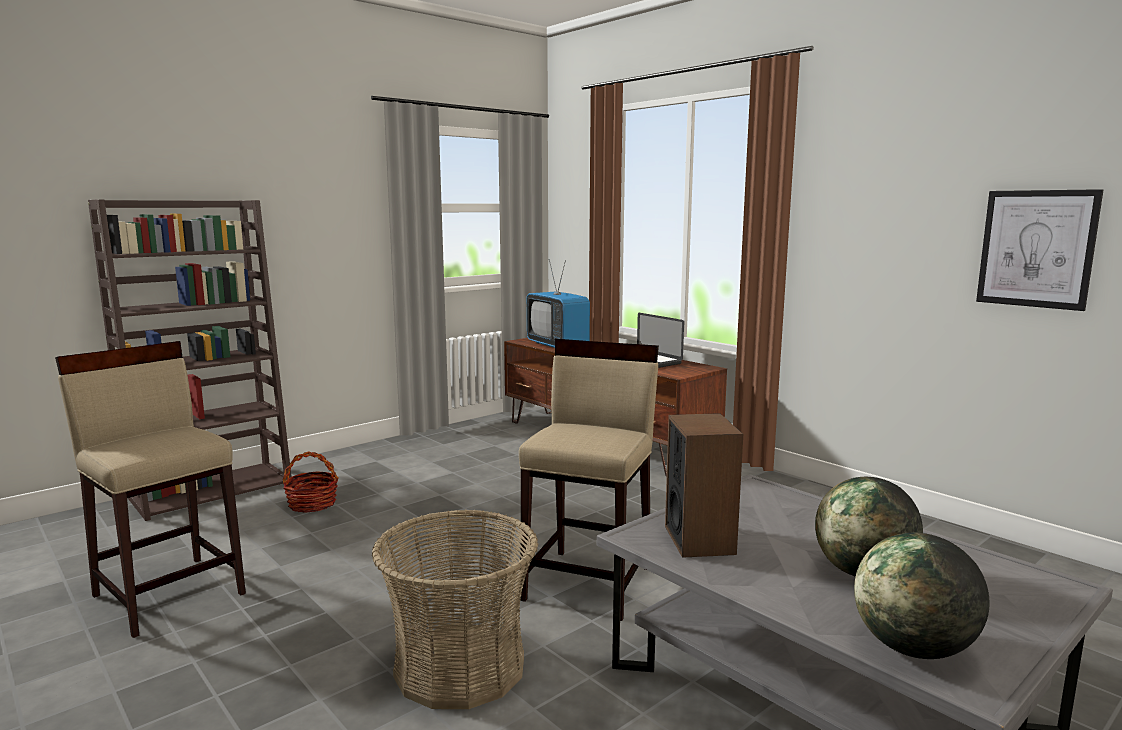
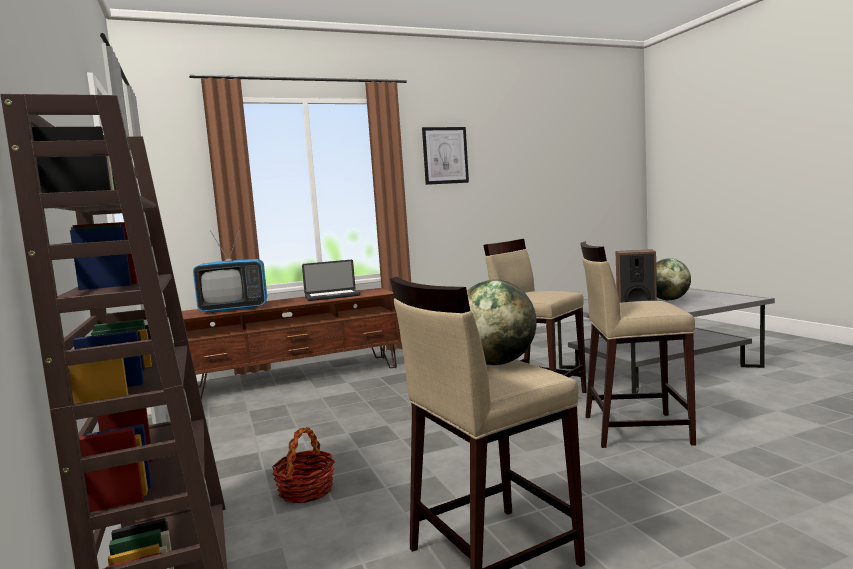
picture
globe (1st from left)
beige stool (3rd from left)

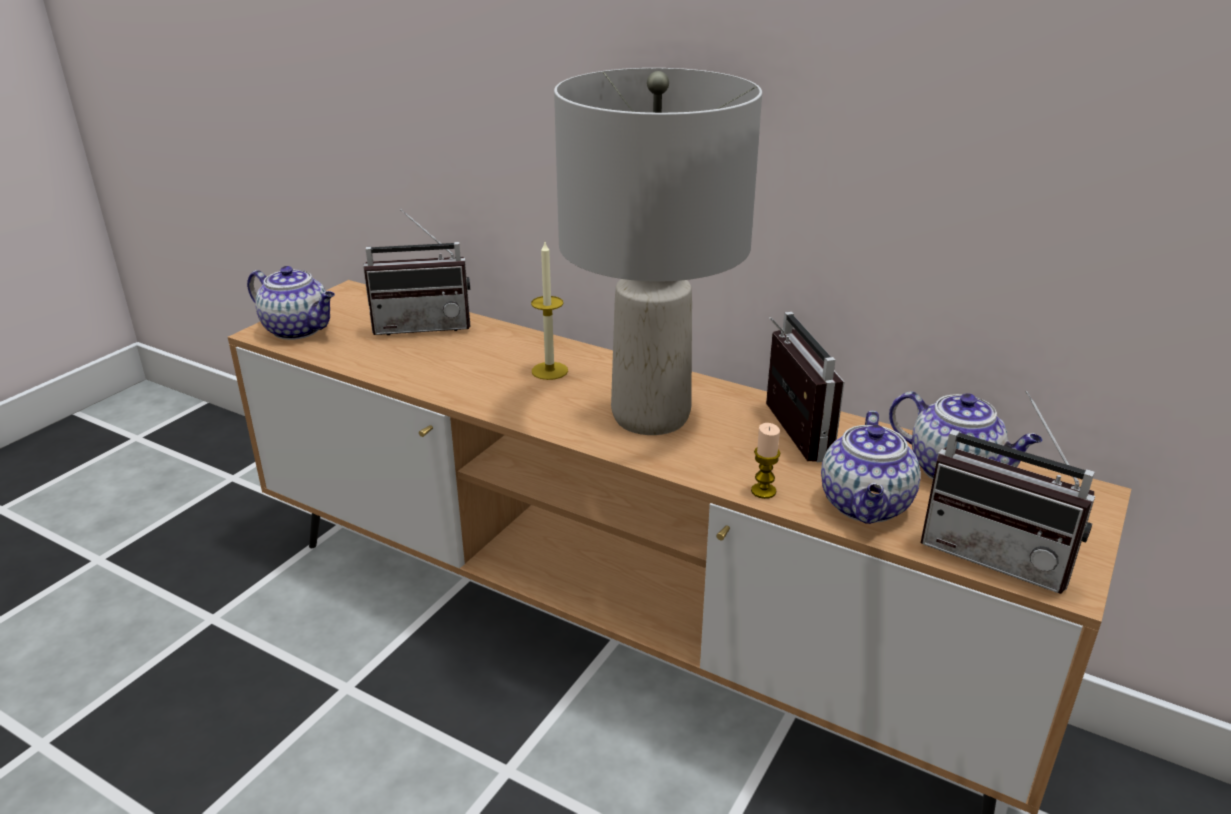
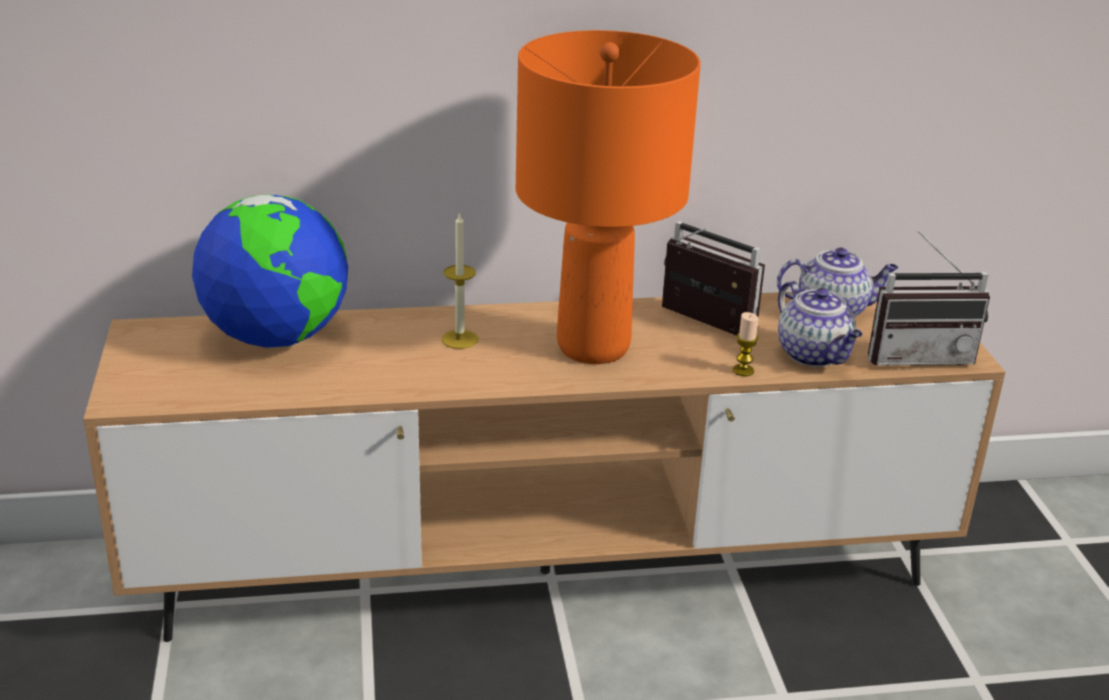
globe
orange table lamp
teapot (1st from left in the first image)

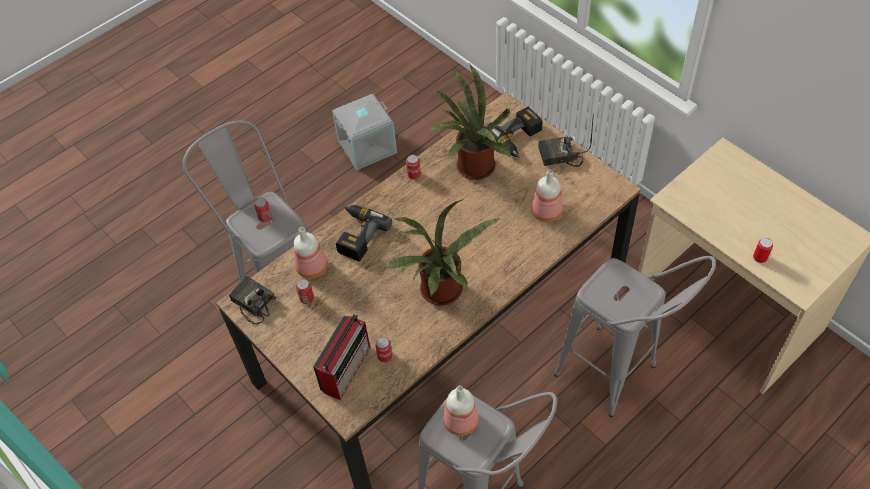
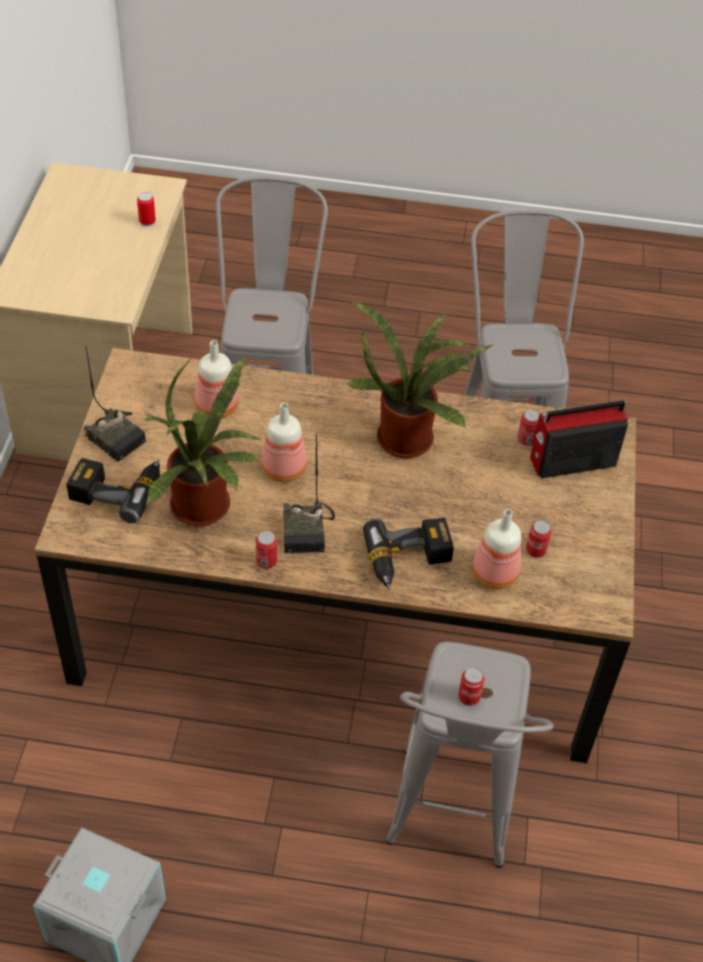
bottle (2nd from left)
radio (2nd from left)

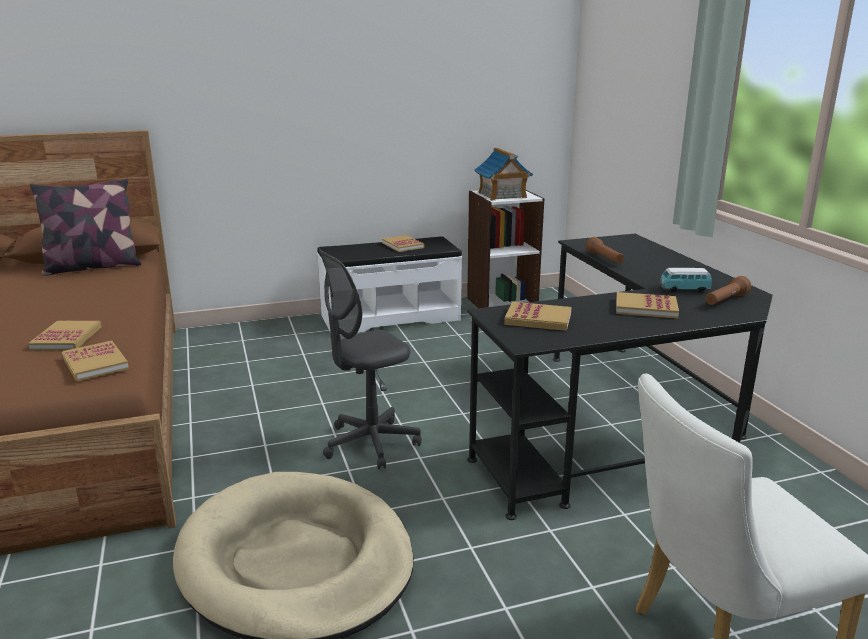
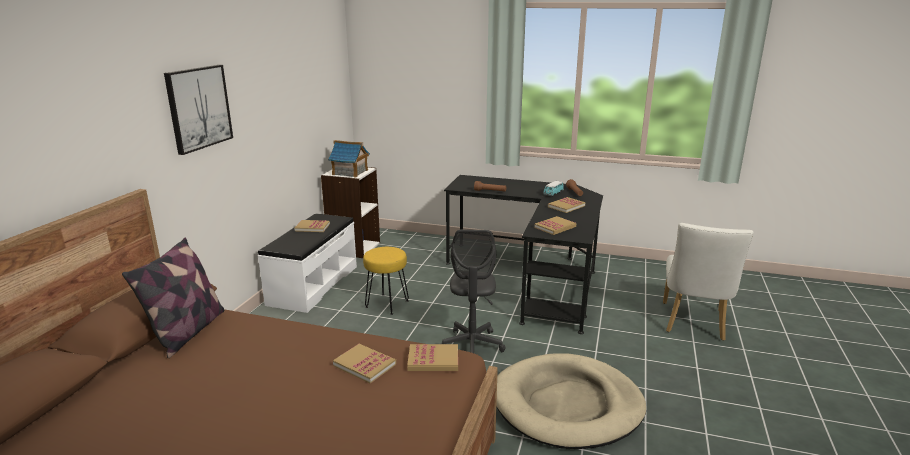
picture
yellow stool

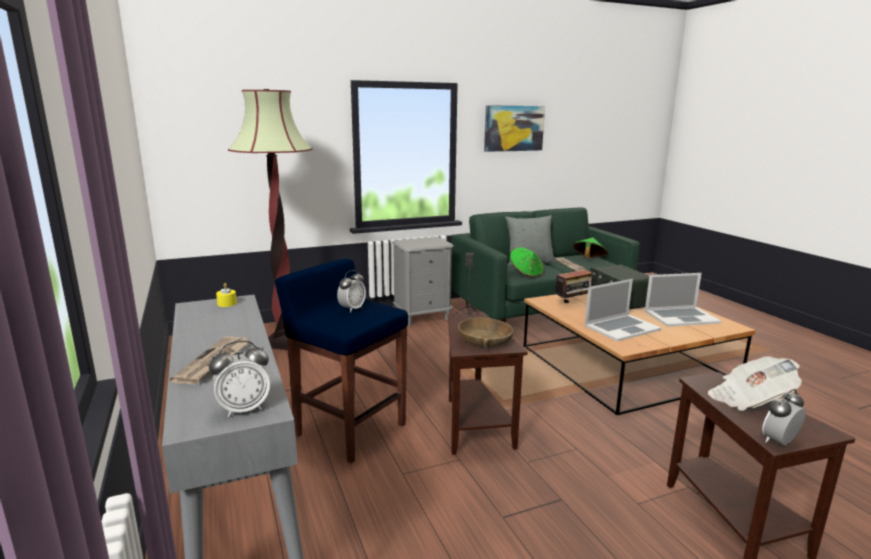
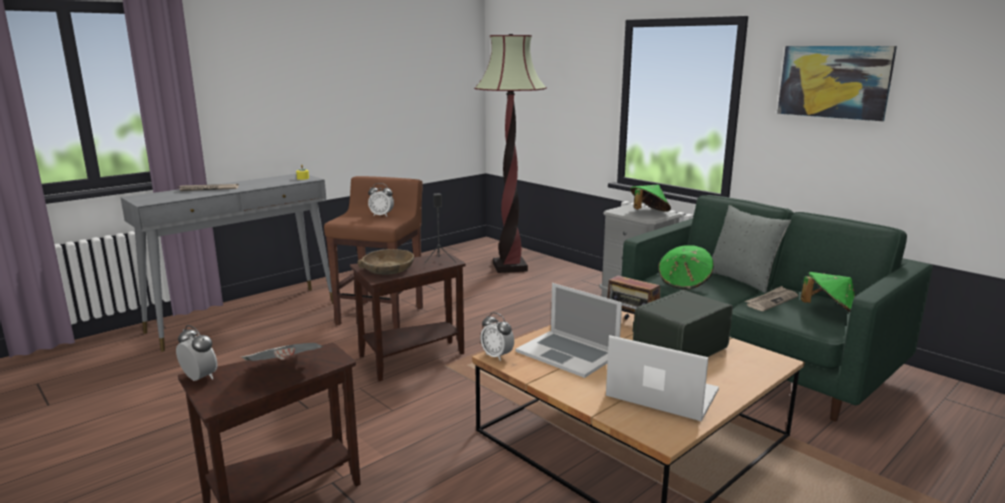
brown stool
alarm clock (3rd from left)
laptop (2nd from left)
green hat (1st from left)

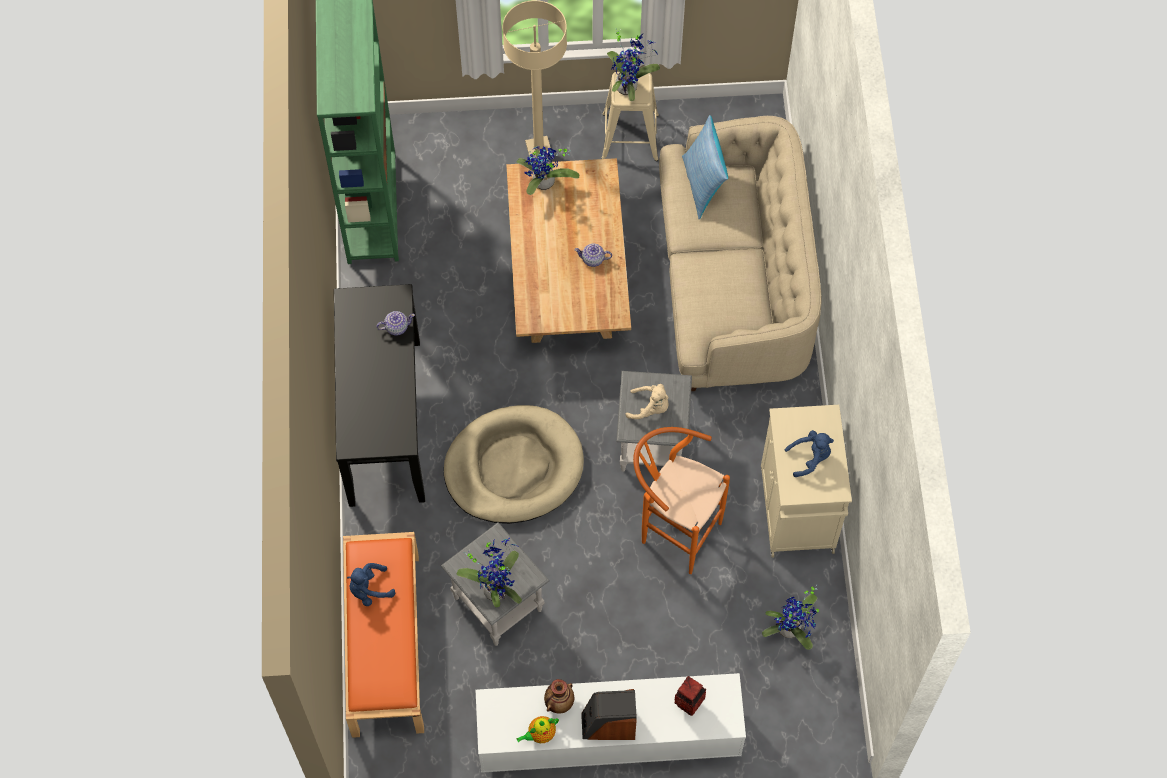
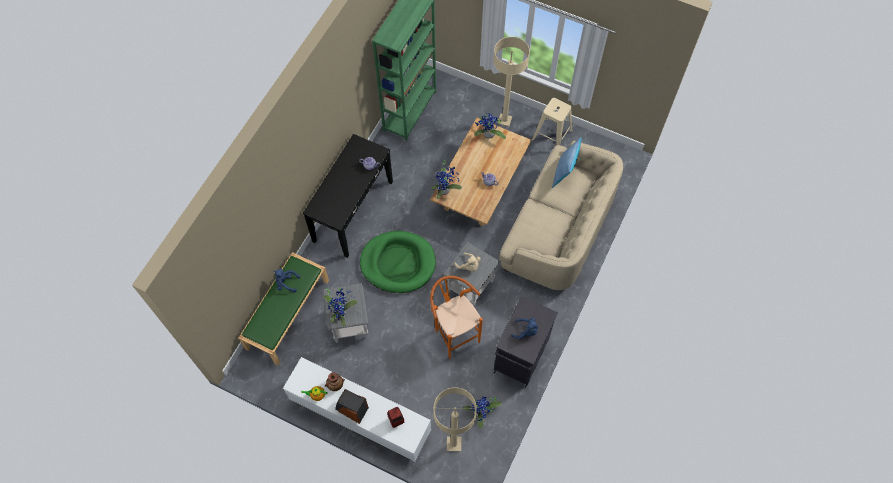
green bench
green dog bed
potted plant (2nd from left)
beige floor lamp (1st from left)
black cabinet

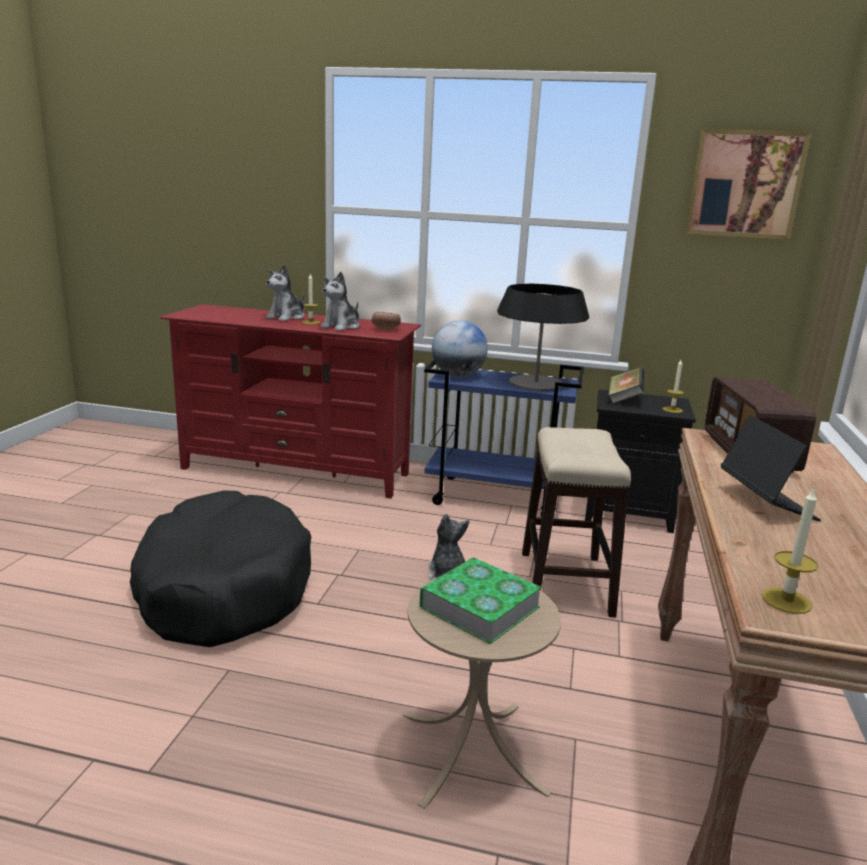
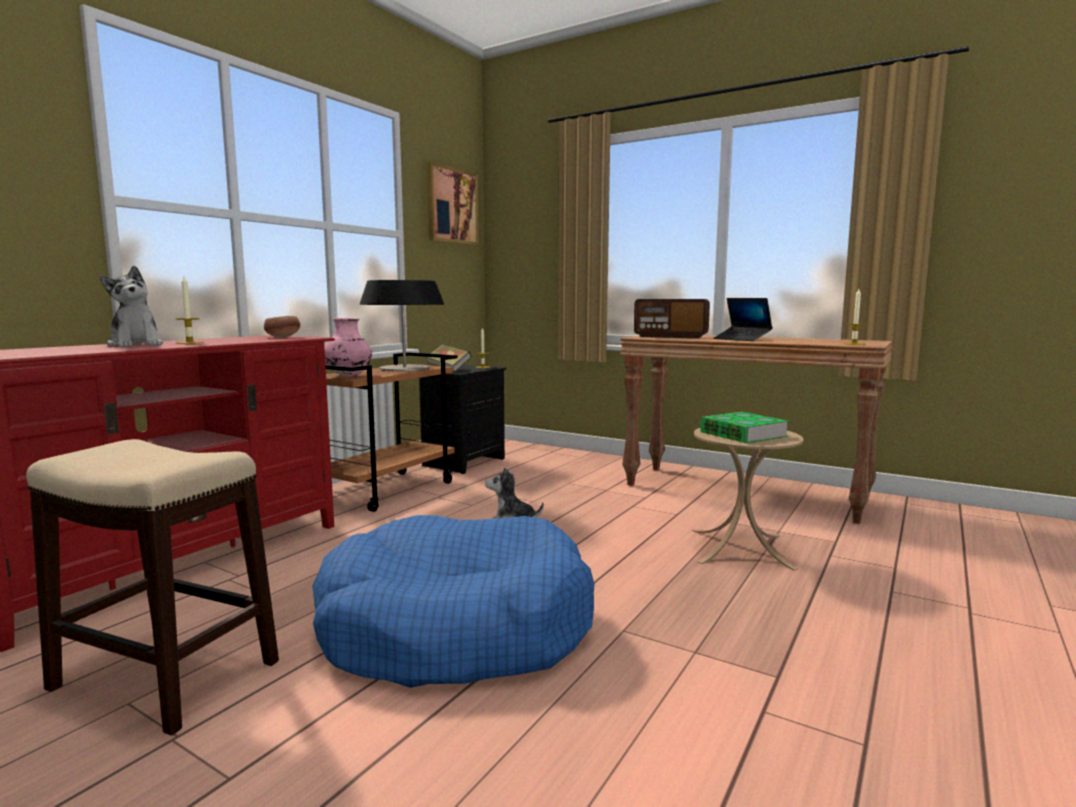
stool
blue dog bed
pink vase
brown cart
laptop
plush toy (2nd from left in the first image)

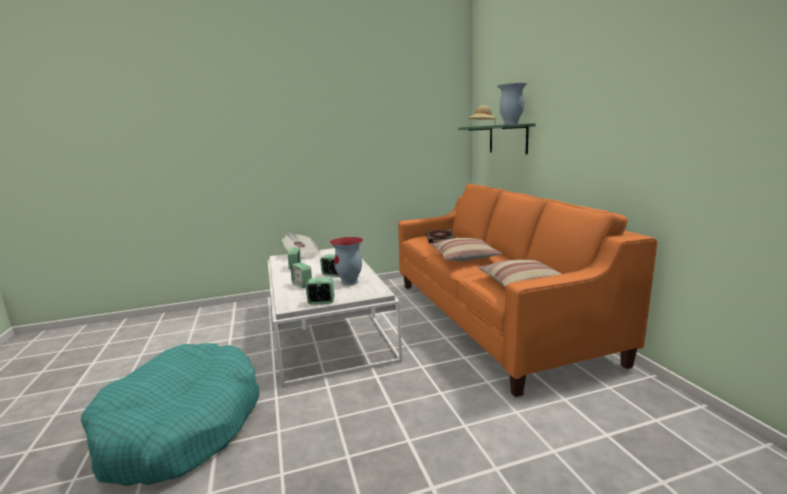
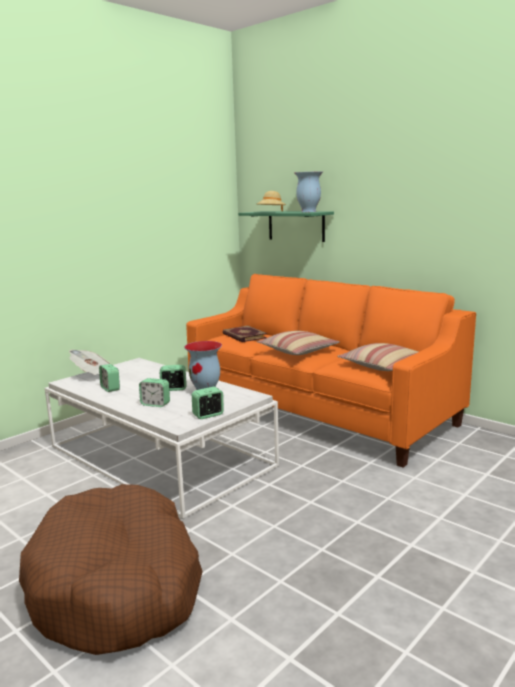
brown dog bed

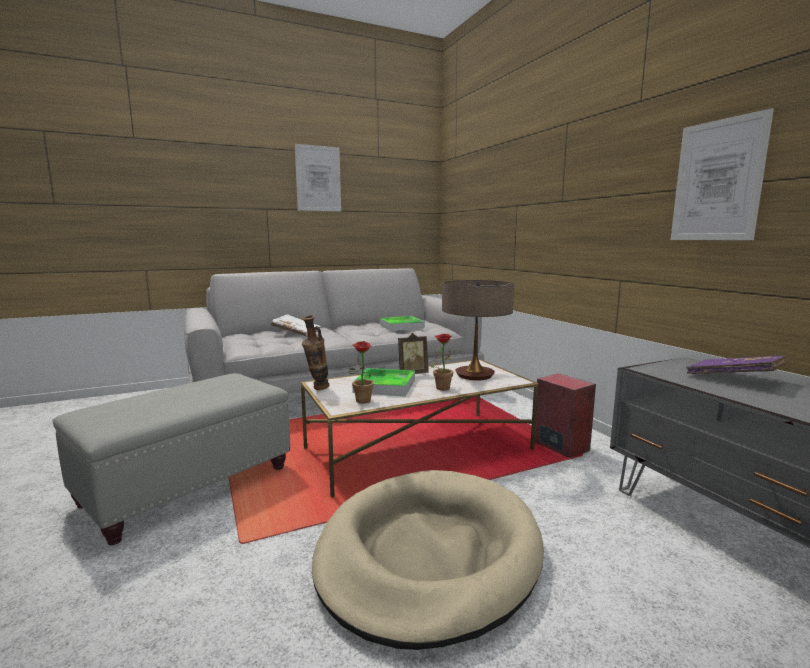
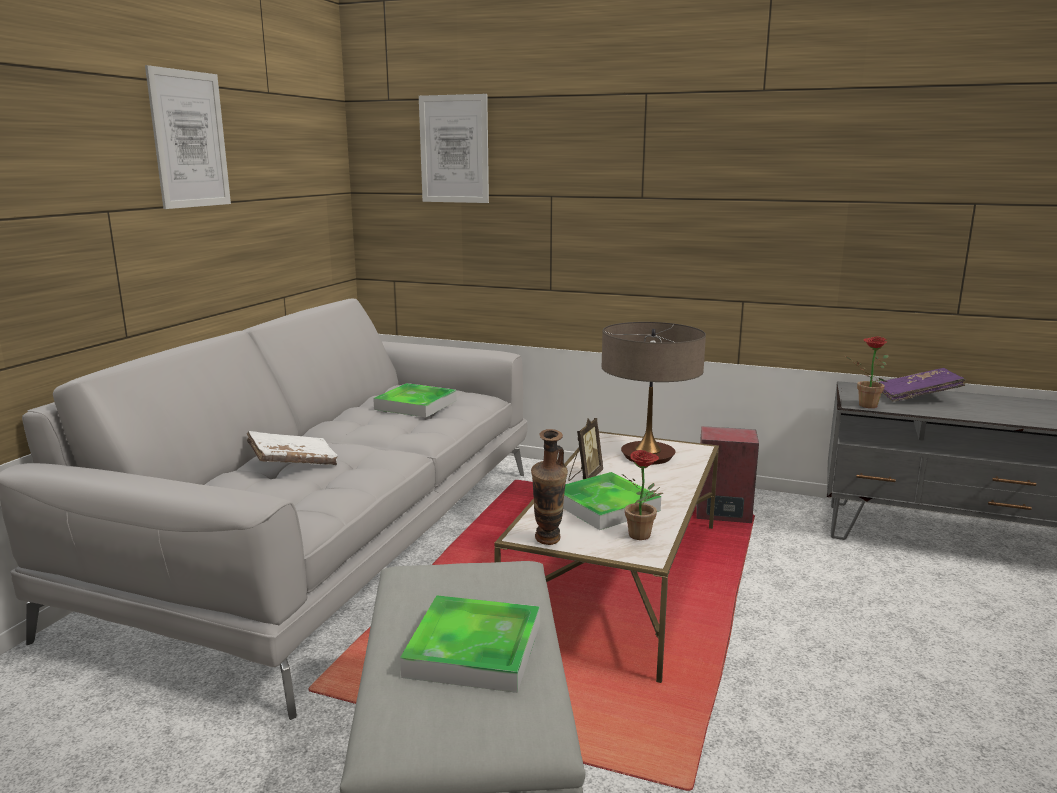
tray (2nd from left)
picture (2nd from left)
potted plant (2nd from left)
beige dog bed

